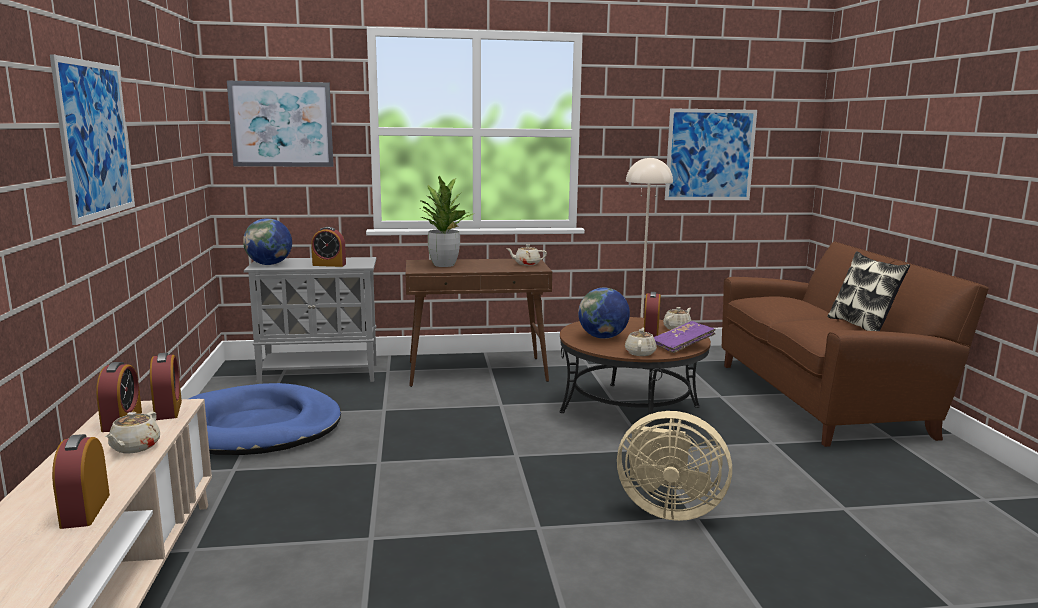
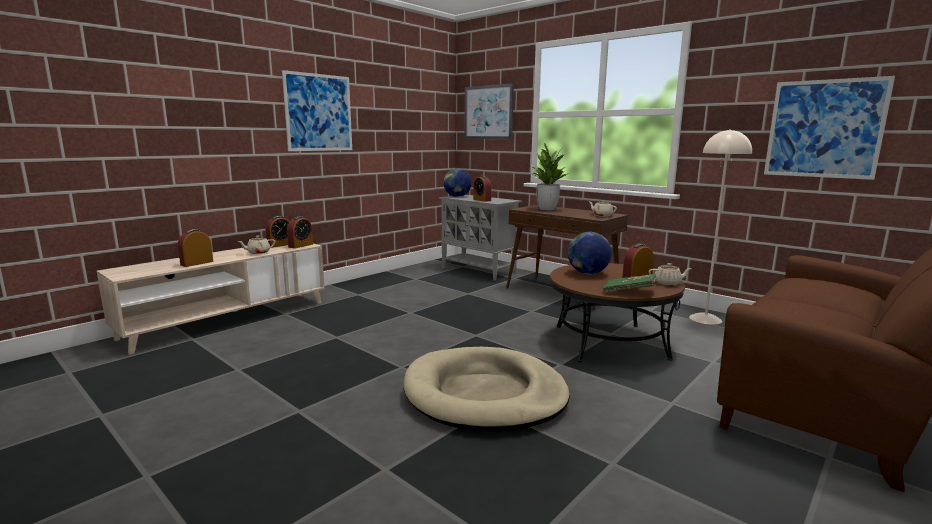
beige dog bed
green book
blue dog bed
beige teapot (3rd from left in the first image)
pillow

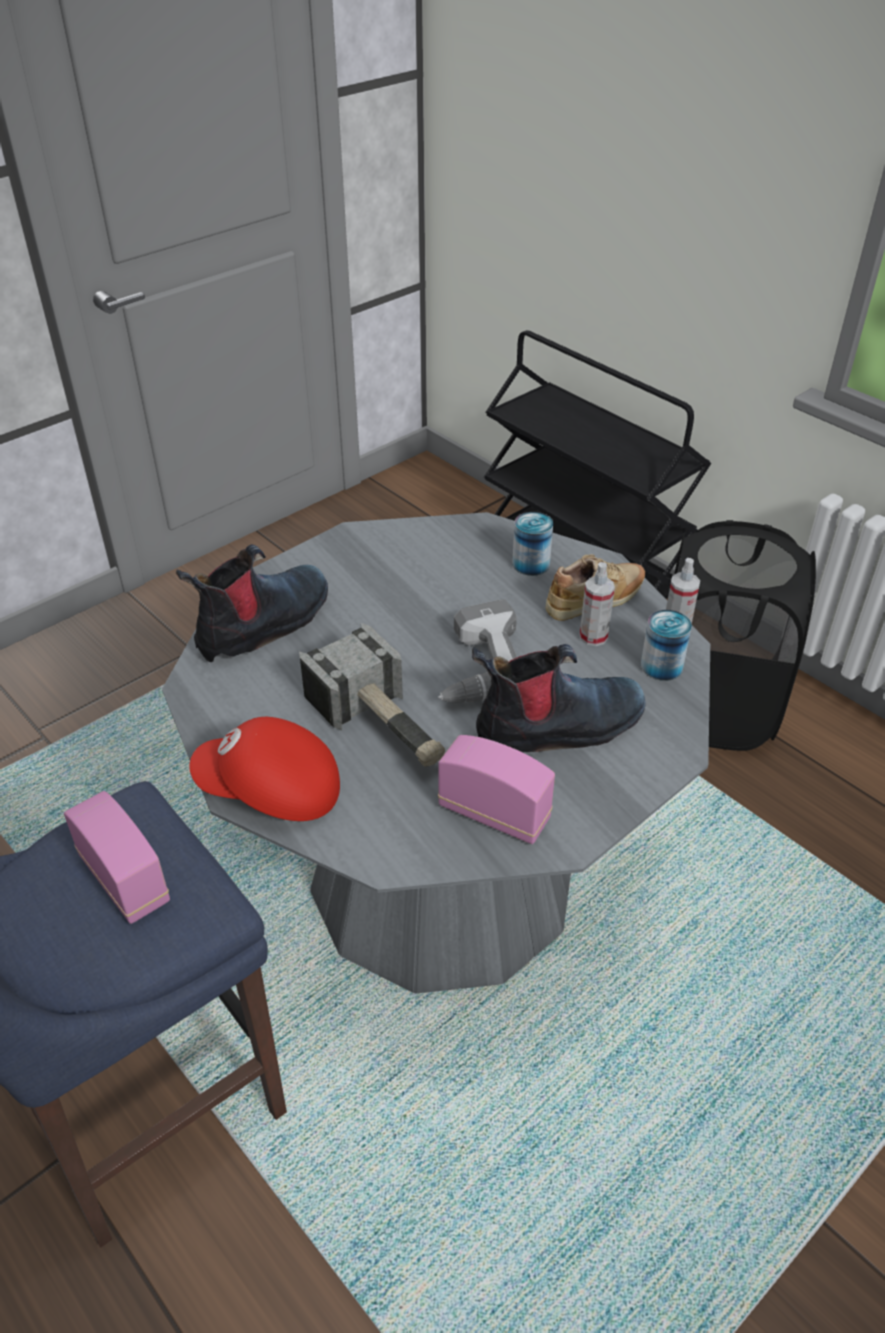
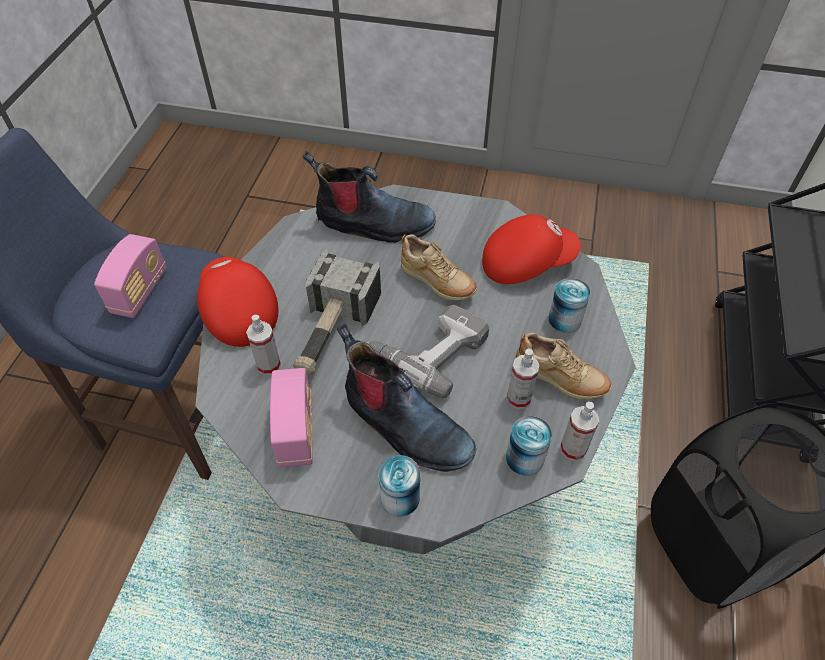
spray bottle (1st from left)
can (1st from left)
beige shoe (1st from left)
red cap (2nd from left)

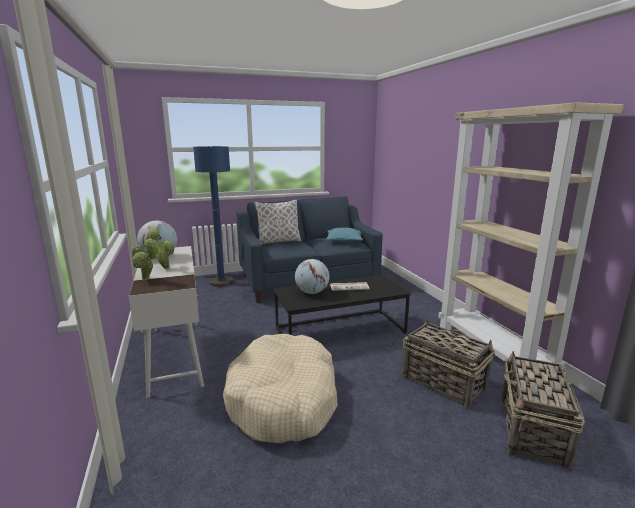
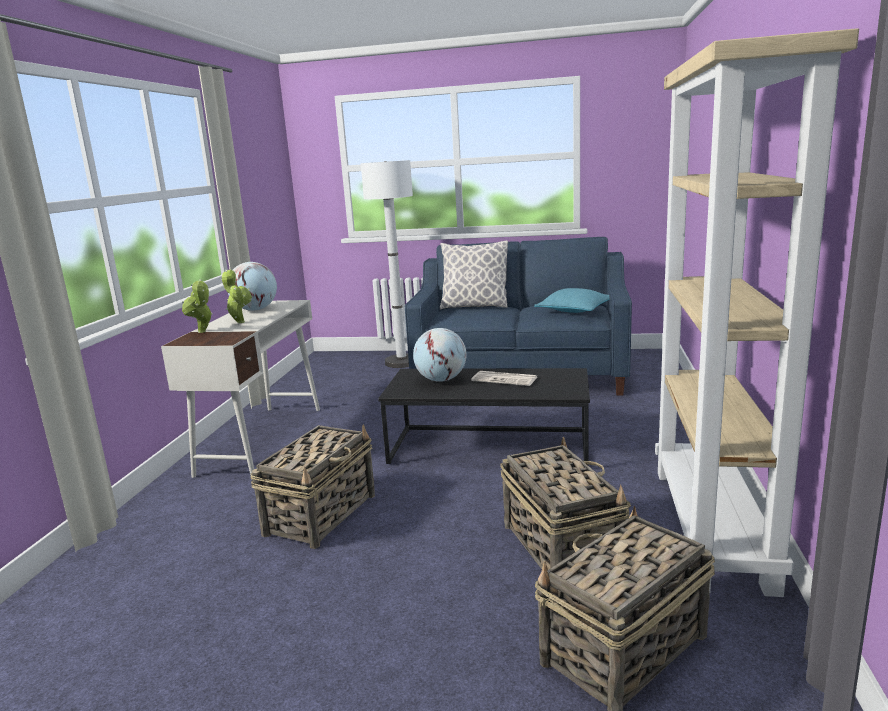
basket (1st from left)
white floor lamp

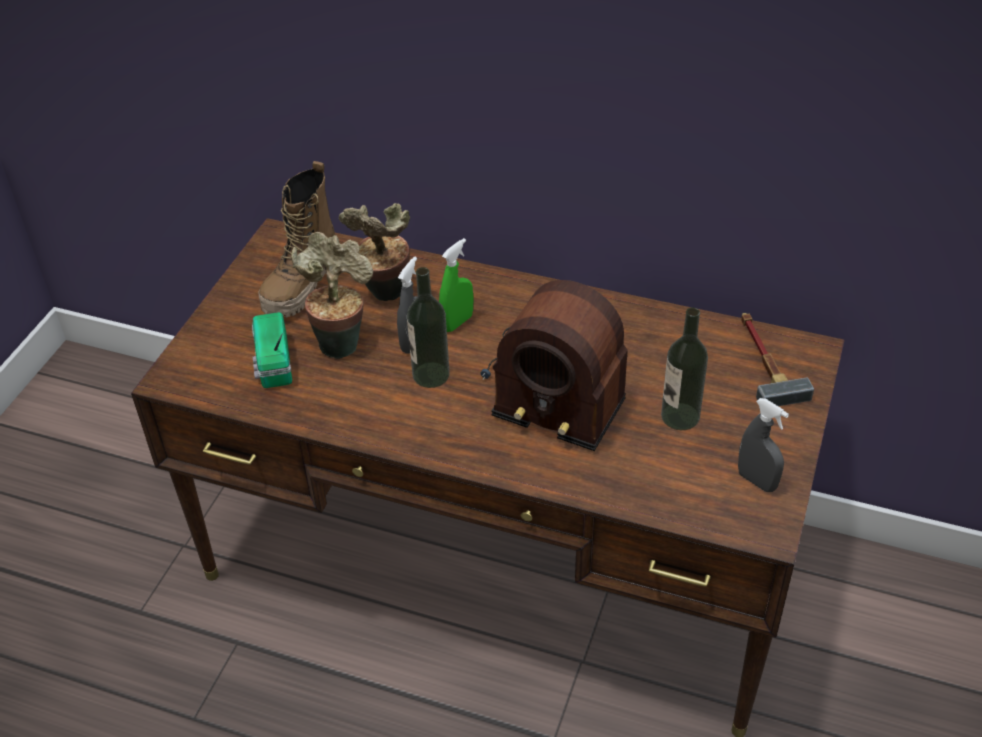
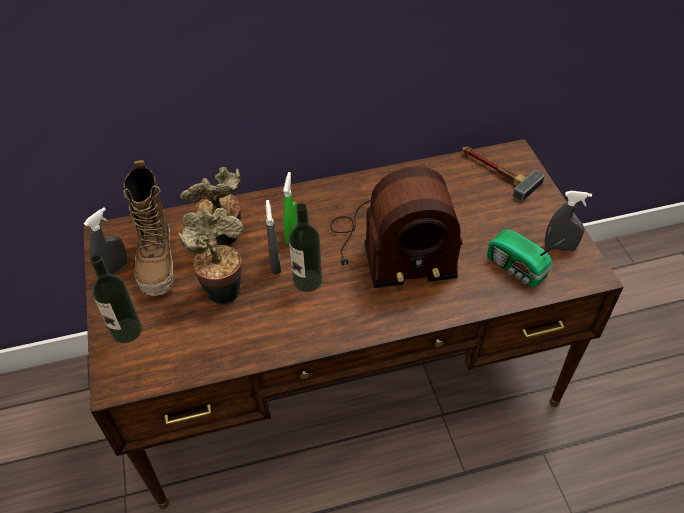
grey spray bottle (1st from left)
bottle (1st from left)
radio (2nd from left)

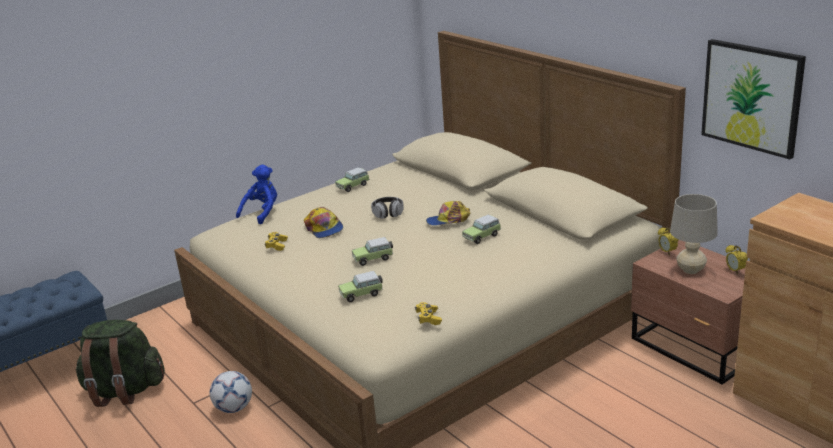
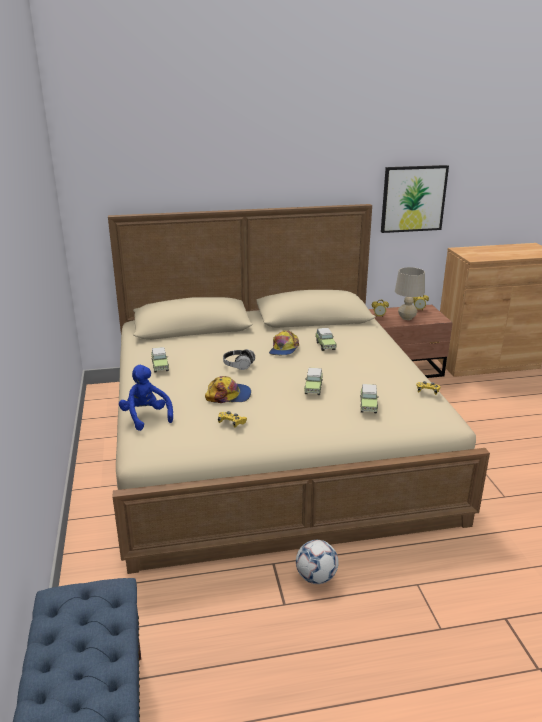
green backpack

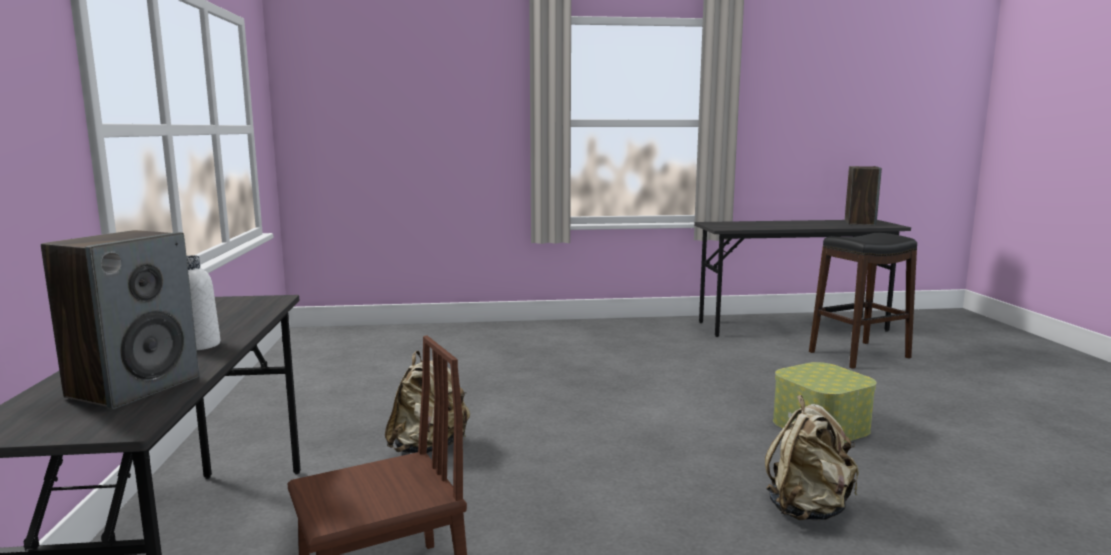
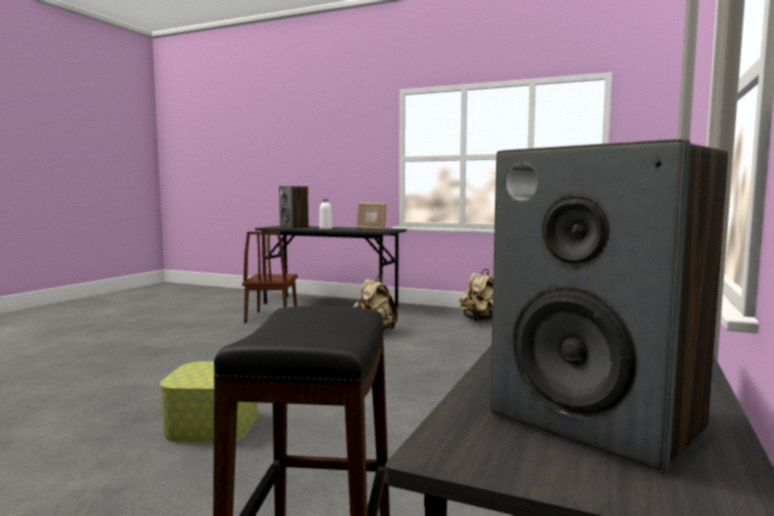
picture frame
beige backpack (2nd from left)

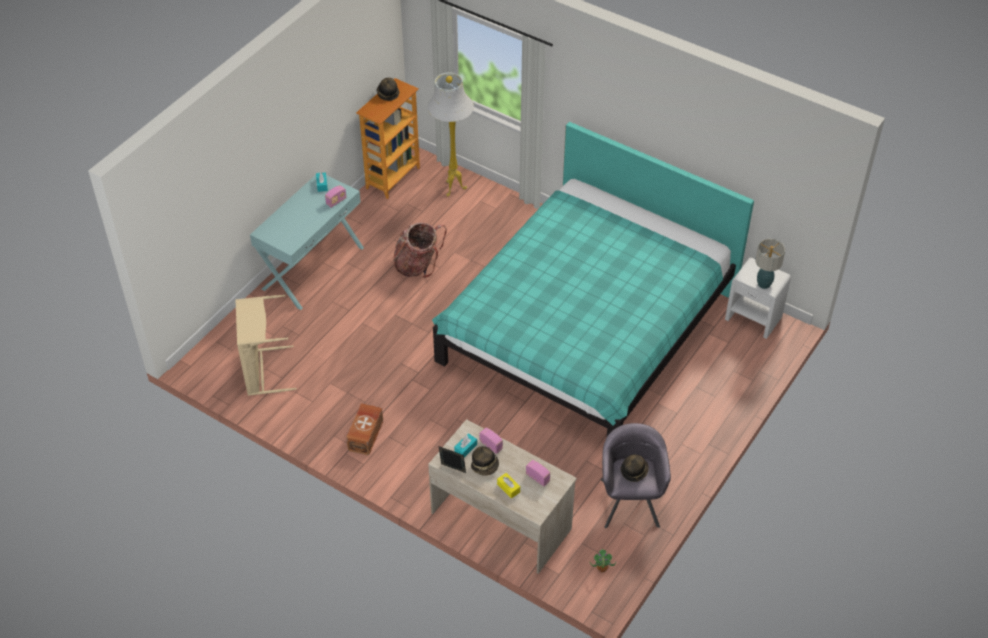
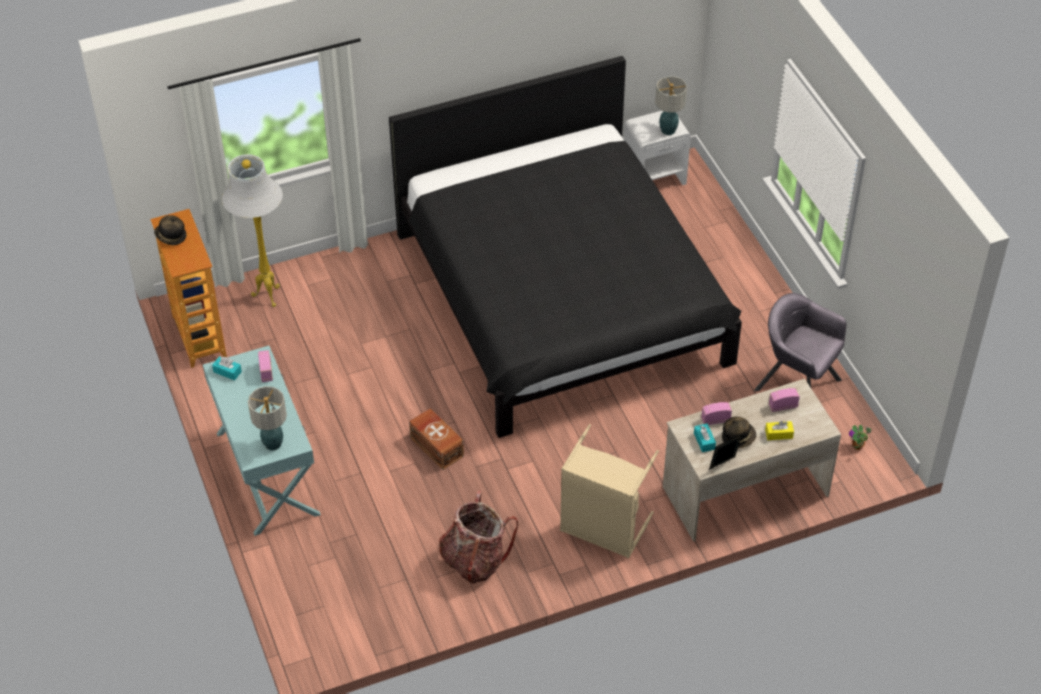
table lamp (1st from left)
black bed
brown storage box
backpack
beige laundry basket
hat (3rd from left in the first image)

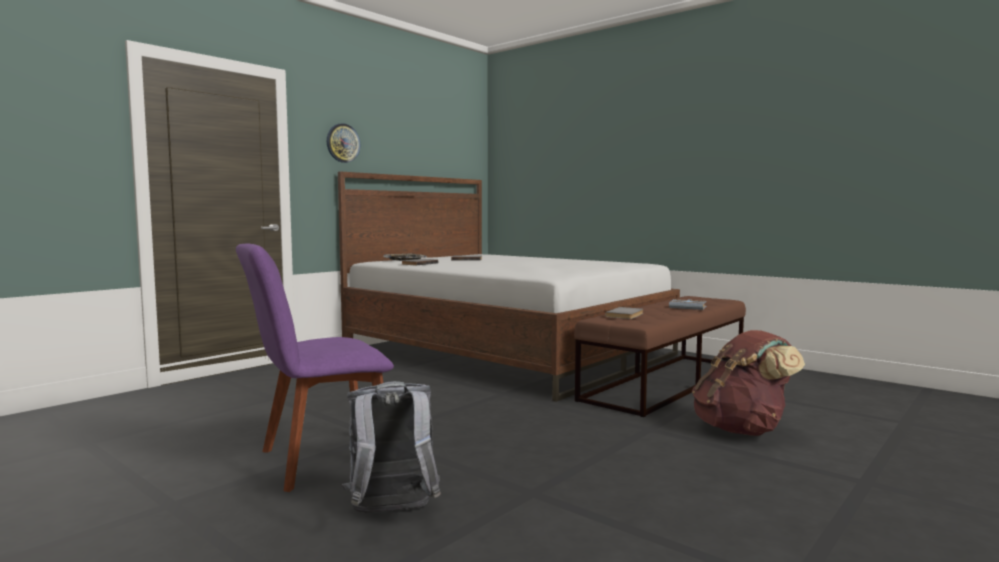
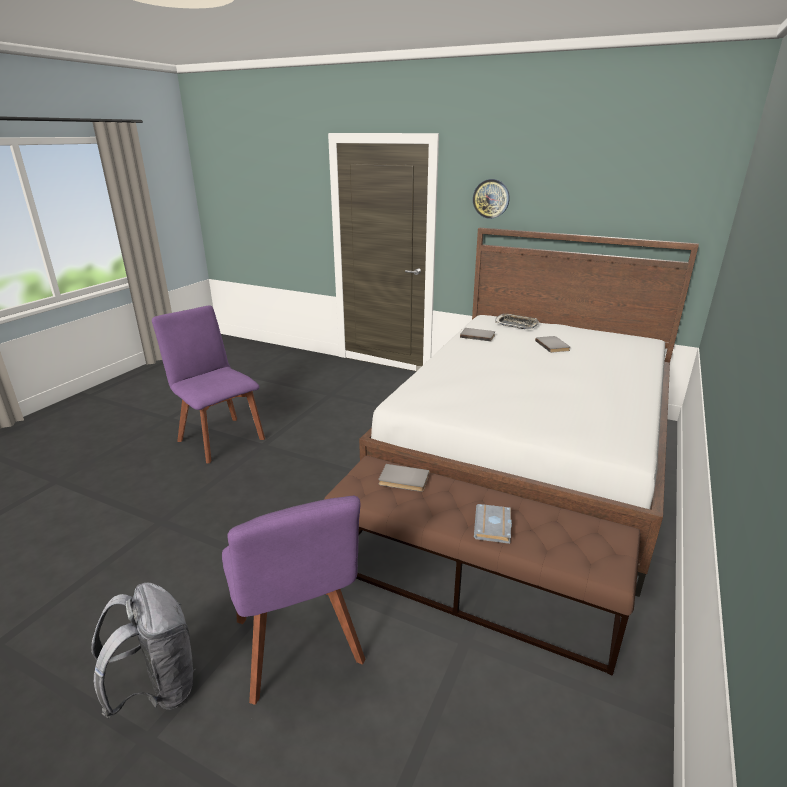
grey backpack
purple chair (2nd from left)

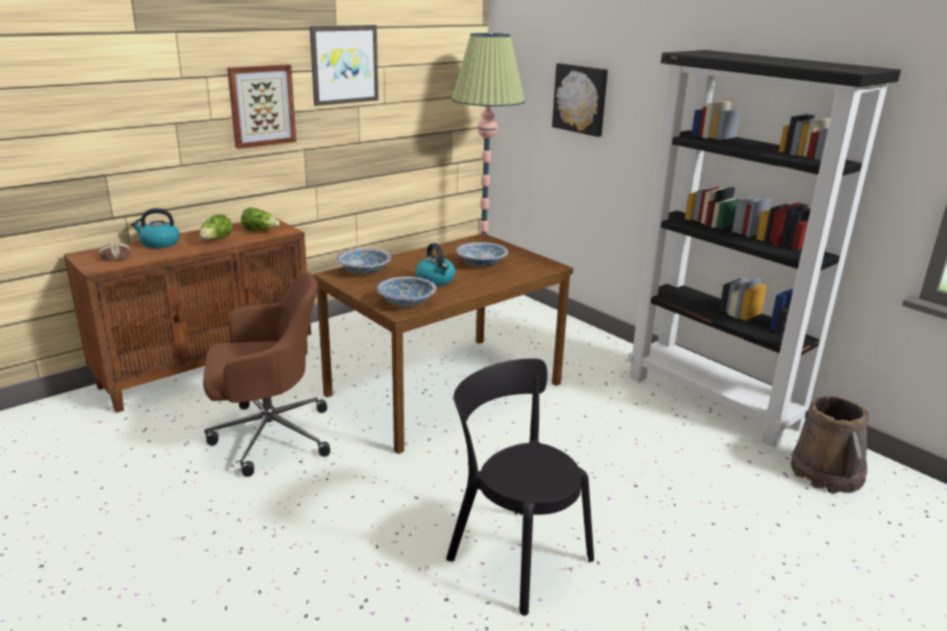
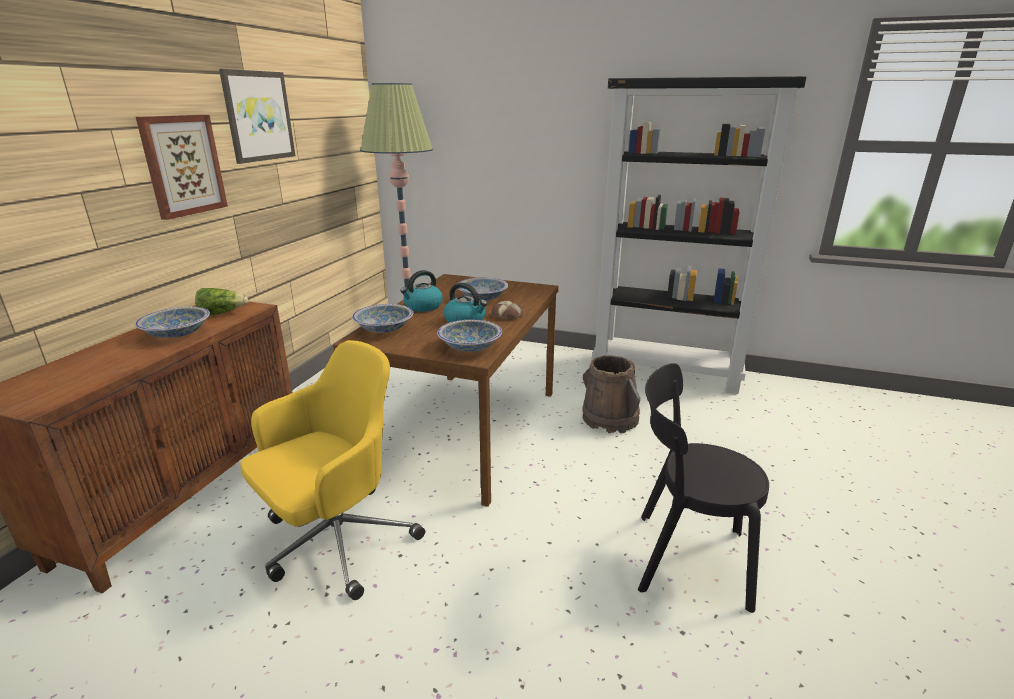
bowl (1st from left)
yellow office chair
kettle (1st from left)
bread
brown bucket
picture (3rd from left in the first image)

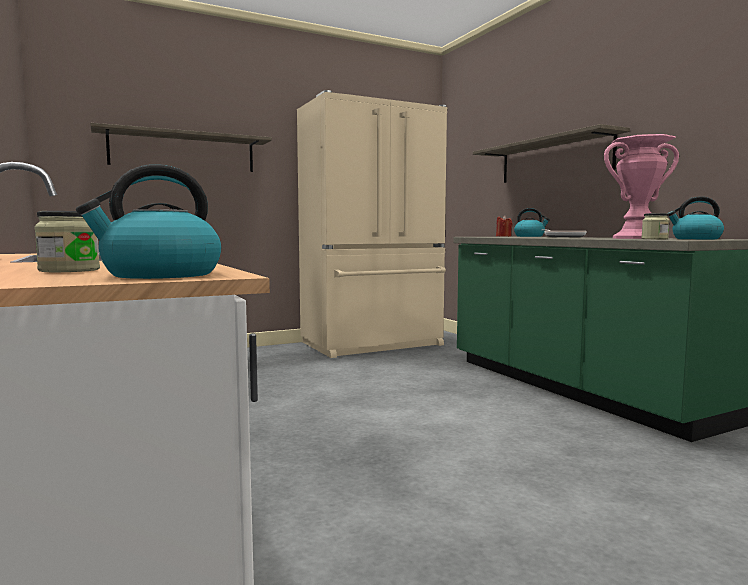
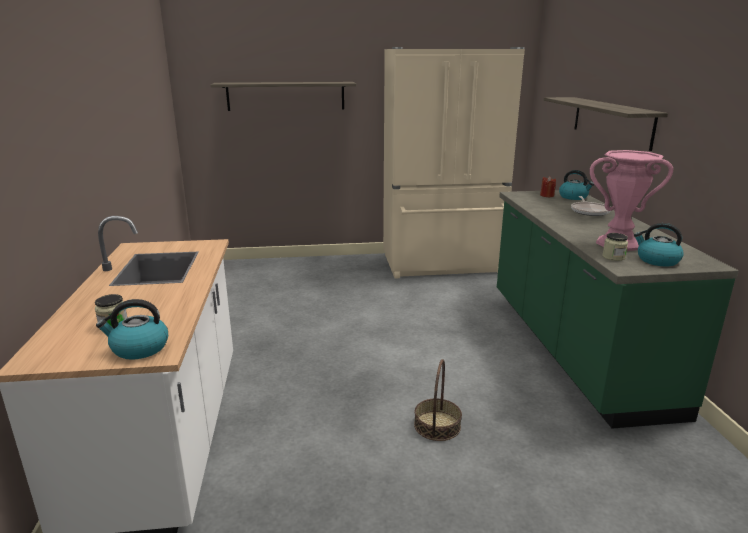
basket

